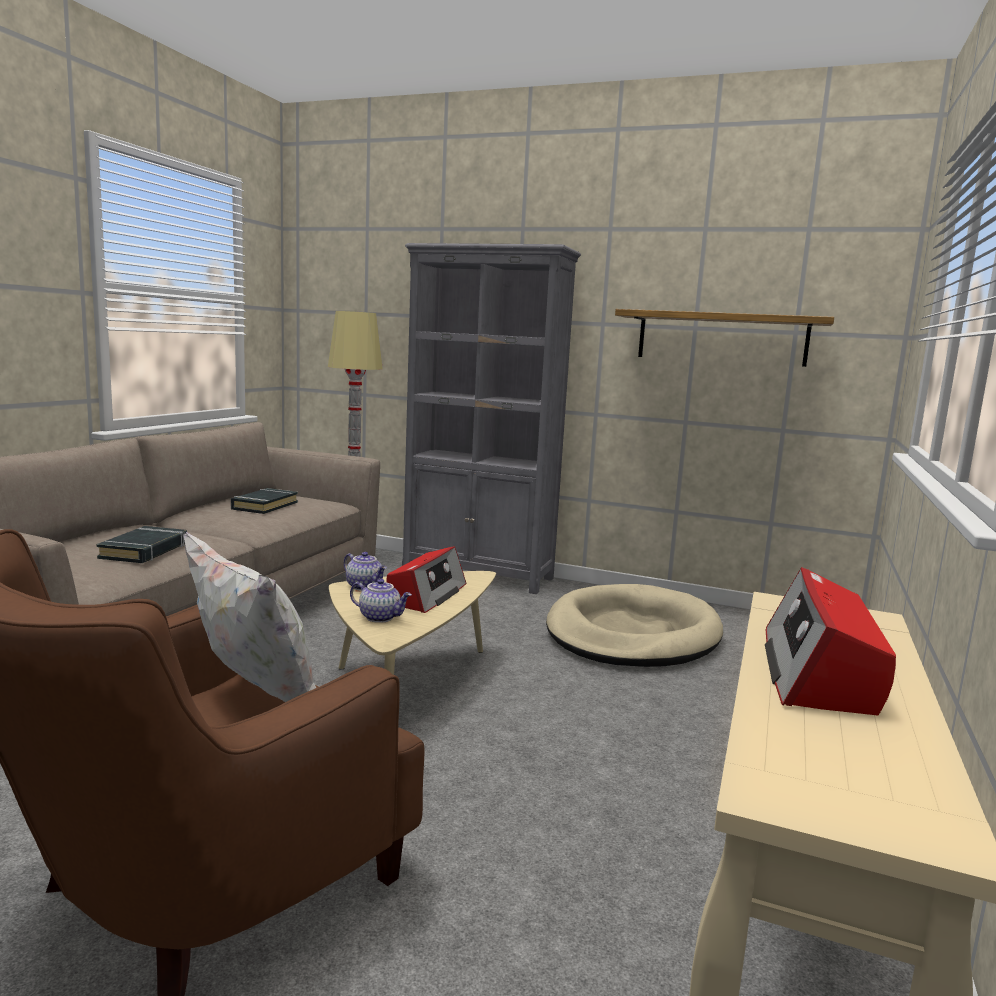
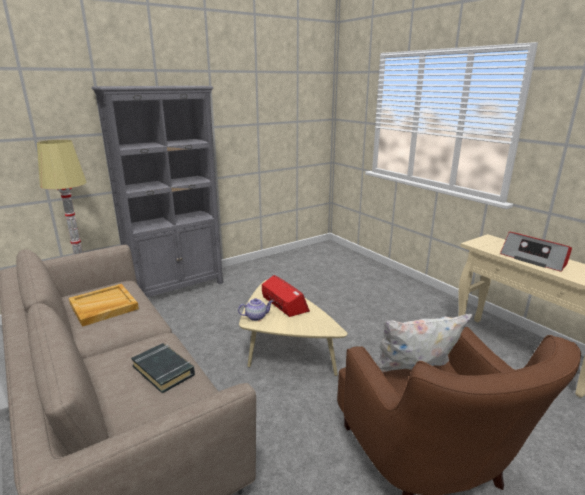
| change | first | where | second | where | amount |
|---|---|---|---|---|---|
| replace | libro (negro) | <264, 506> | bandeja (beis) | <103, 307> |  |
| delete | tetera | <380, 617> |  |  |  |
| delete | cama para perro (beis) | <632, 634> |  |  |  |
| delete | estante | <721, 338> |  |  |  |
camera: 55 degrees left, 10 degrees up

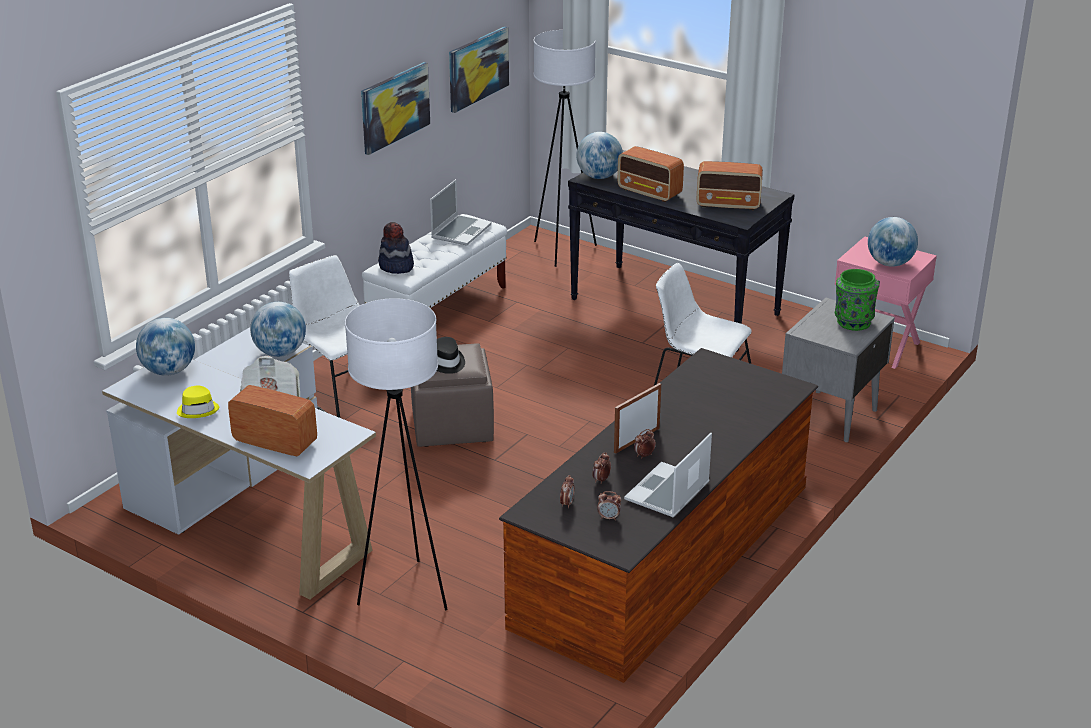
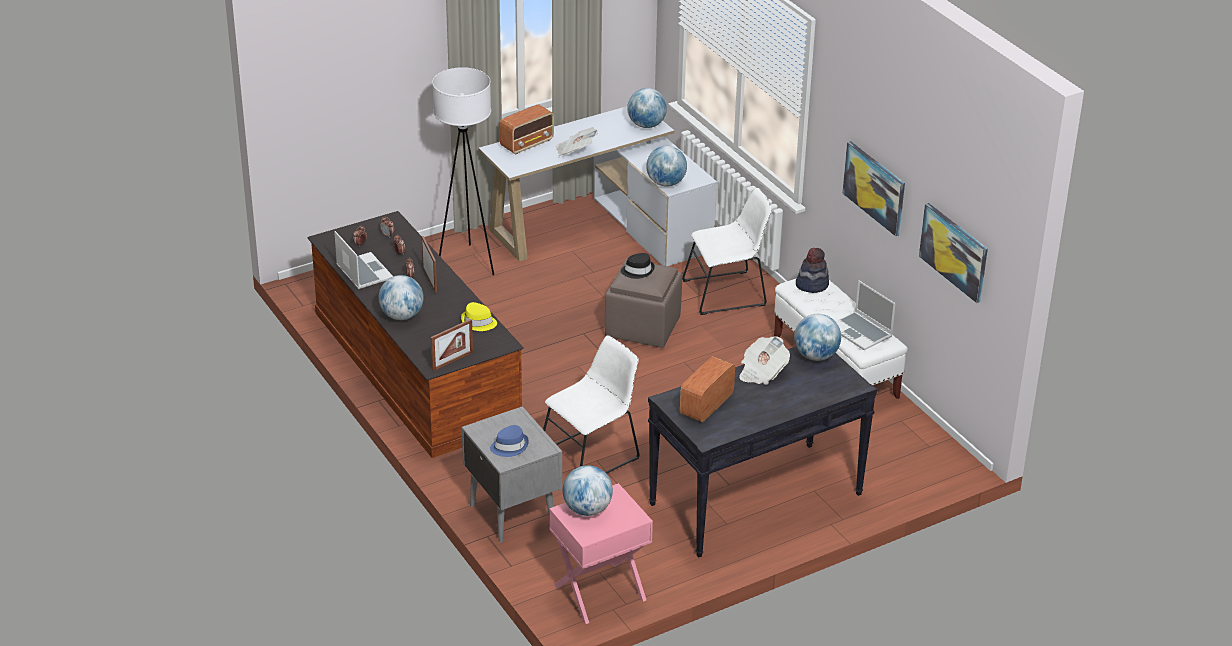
| change | first | where | second | where | amount |
|---|---|---|---|---|---|
| move | sombrero (amarillo) | <198, 410> |  | <478, 322> |  |
| delete | lámpara de pie (blanco) | <563, 251> |  |  |  |
| replace | radio | <650, 192> | periódico | <762, 372> |  |
| replace | florero (verde) | <852, 322> | sombrero (azul) | <509, 446> |  |
| insert |  |  | globo terráqueo | <402, 316> |  |
| insert |  |  | portarretratos | <452, 361> |  |
camera: 115 degrees right, 5 degrees up

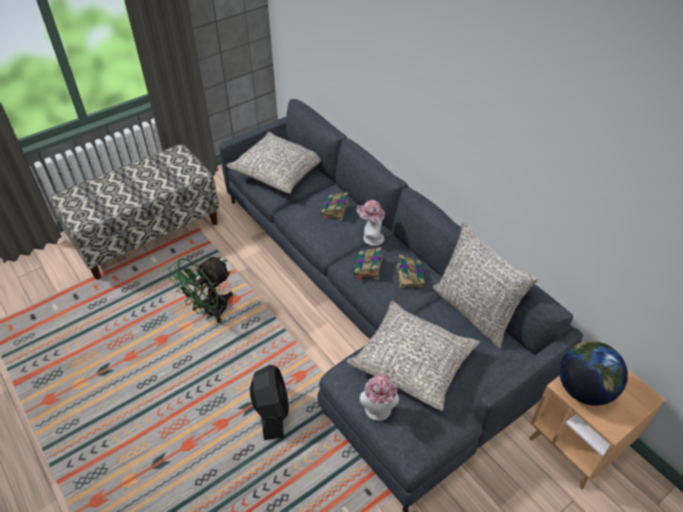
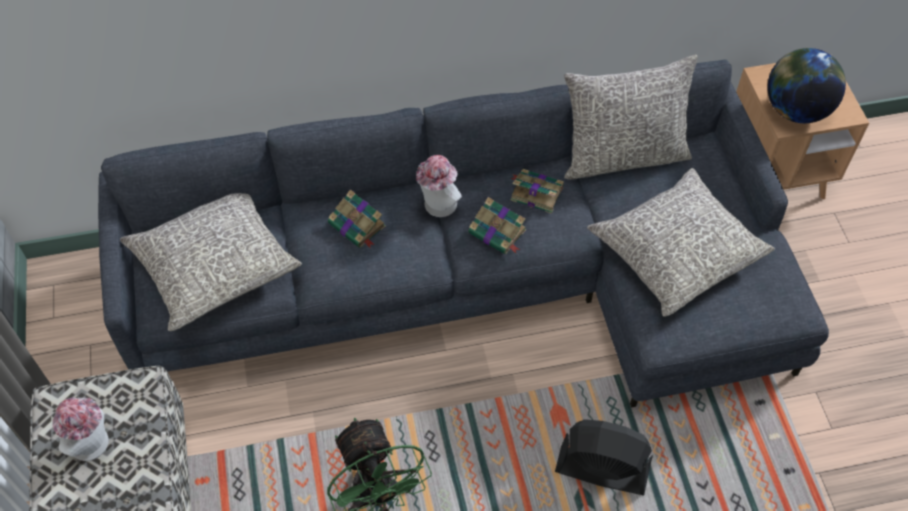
| change | first | where | second | where | amount |
|---|---|---|---|---|---|
| move | sombrero | <378, 412> |  | <94, 445> |  |
camera: 65 degrees left, 10 degrees up

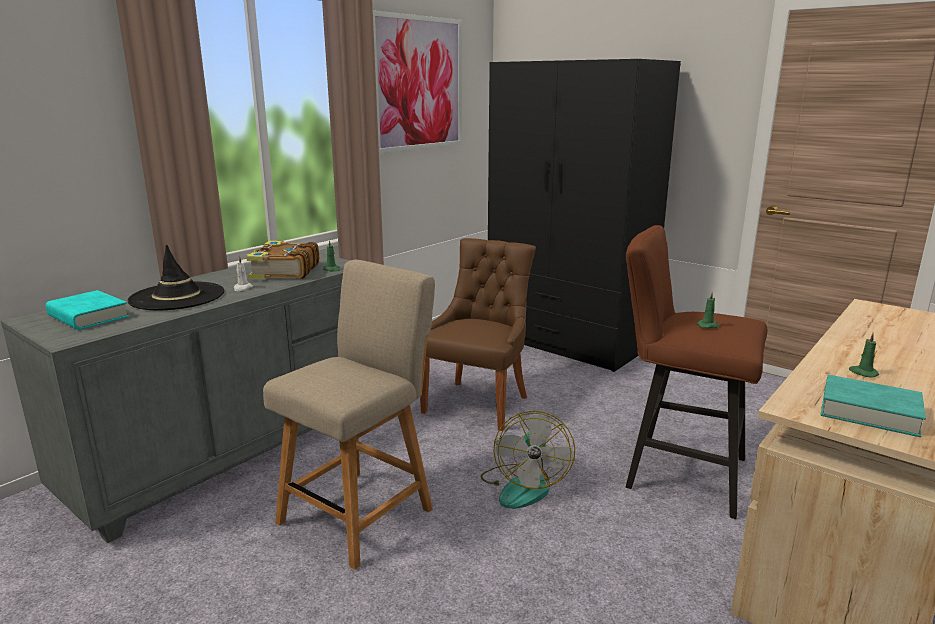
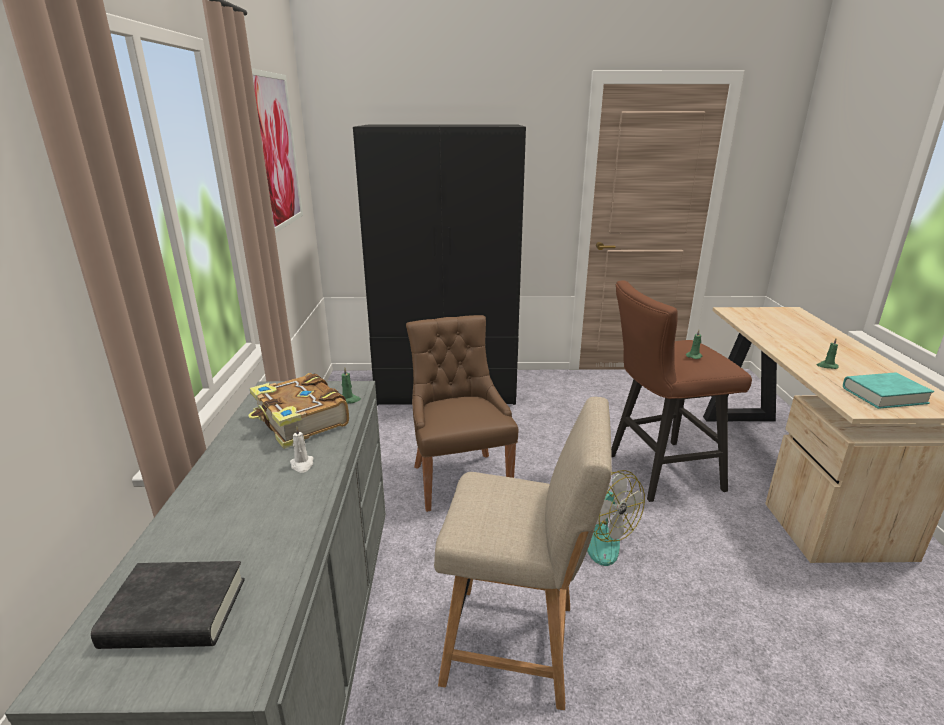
| change | first | where | second | where | amount |
|---|---|---|---|---|---|
| recolor | libro (turquesa) | <88, 316> | libro (negro) | <176, 613> |  |
| delete | sombrero (negro) | <177, 297> |  |  |  |
| rotate | silla (beis) | <361, 512> |  | <517, 644> | 105 degrees clockwise |
camera: 40 degrees left, 5 degrees up

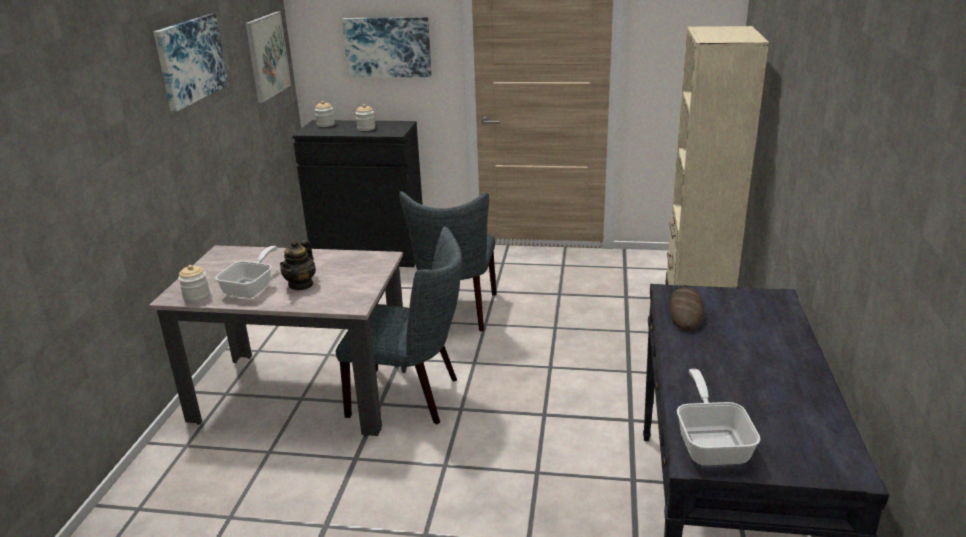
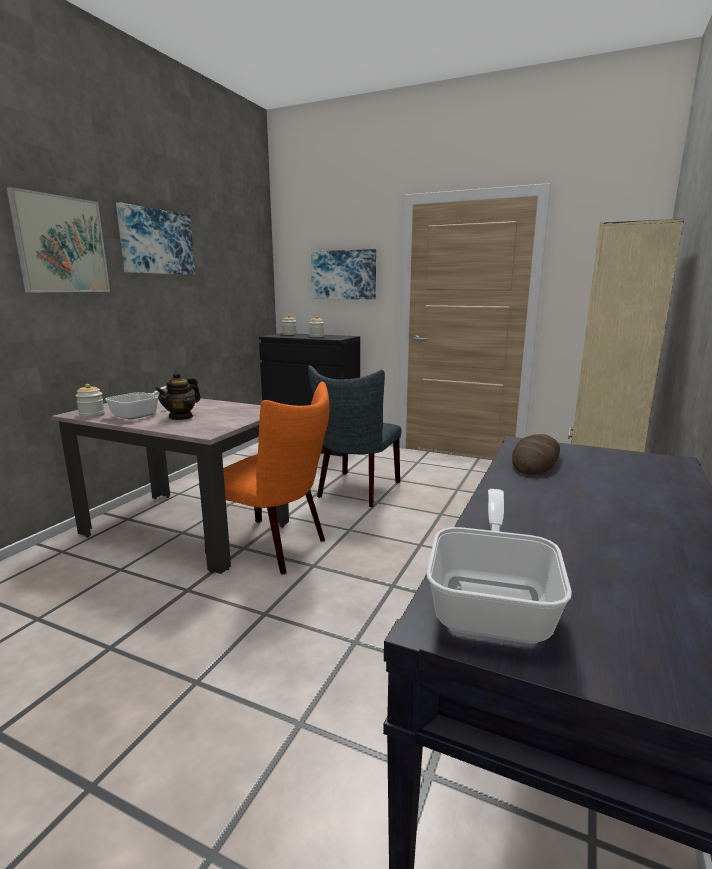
| change | first | where | second | where | amount |
|---|---|---|---|---|---|
| move | cuadro | <267, 56> |  | <61, 245> |  |
| recolor | silla (gris) | <411, 396> | silla (naranja) | <274, 547> |  |
camera: 15 degrees right, 10 degrees down

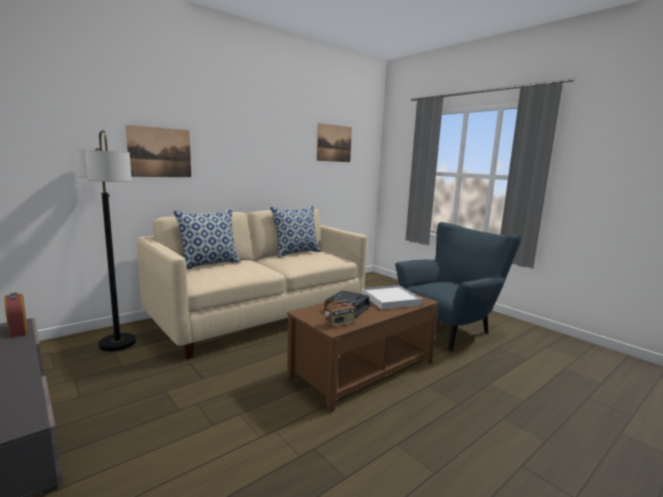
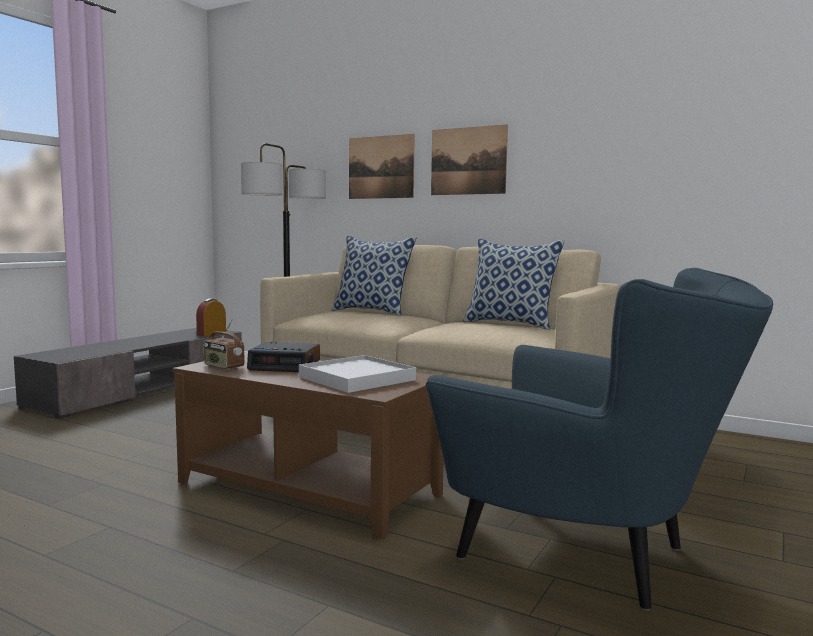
| change | first | where | second | where | amount |
|---|---|---|---|---|---|
| move | cuadro | <334, 143> |  | <468, 161> |  |
camera: 70 degrees right, 5 degrees down

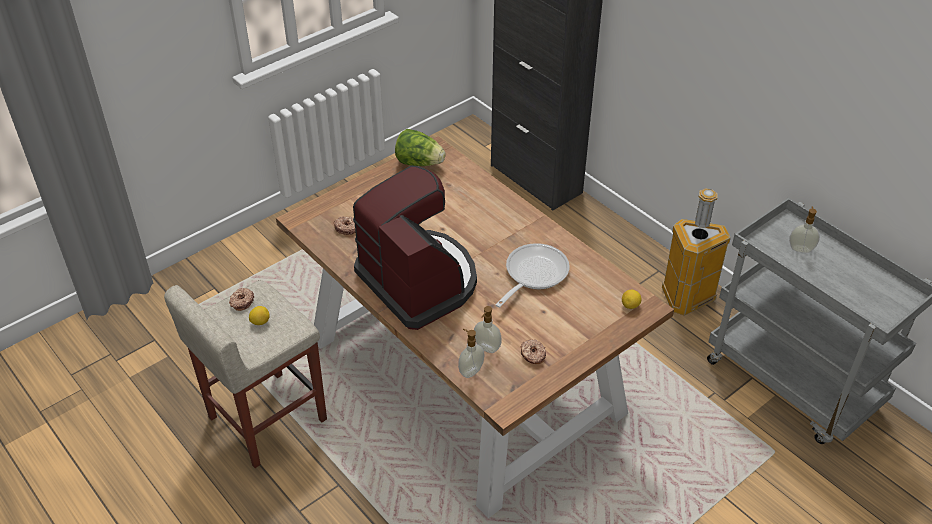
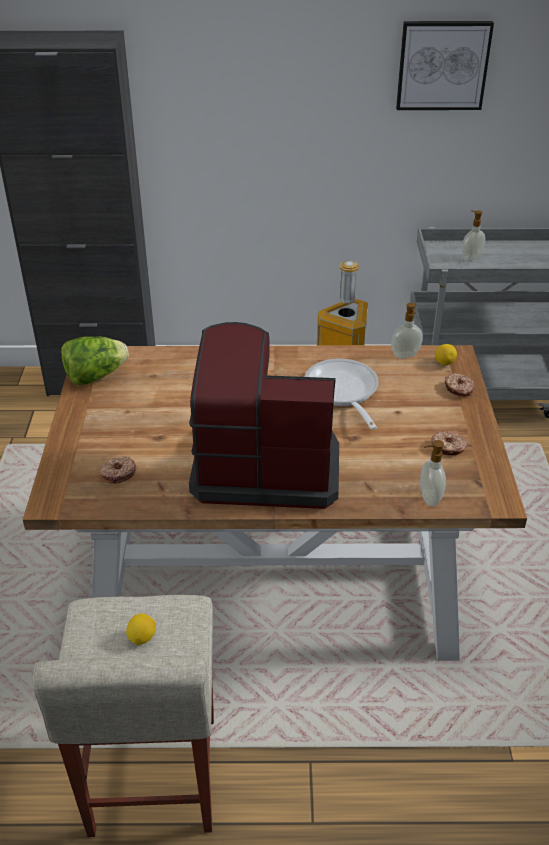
| change | first | where | second | where | amount |
|---|---|---|---|---|---|
| move | rosquilla | <241, 302> |  | <458, 389> |  |
| move | dispensador de jabón | <486, 348> |  | <405, 356> |  |
| insert |  |  | cuadro | <442, 65> |  |
camera: 50 degrees left, 5 degrees down

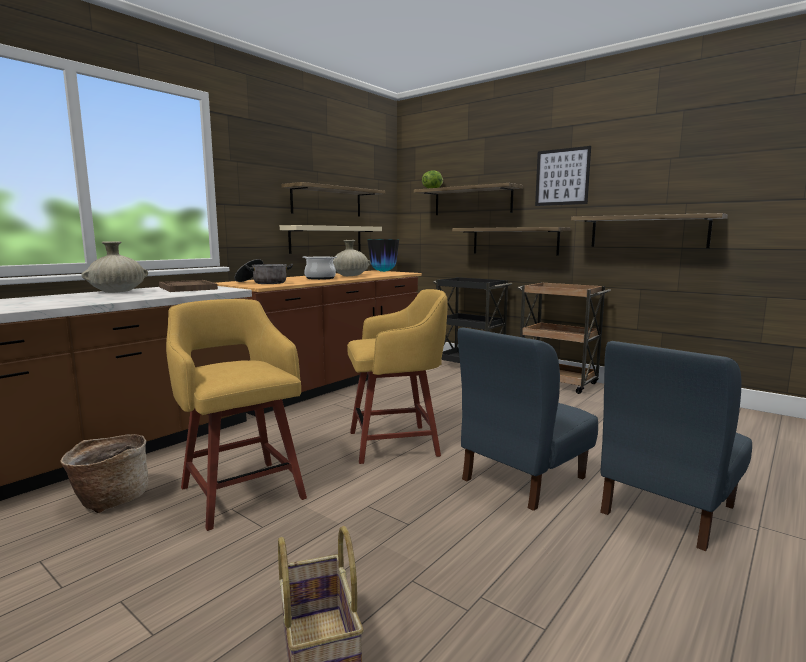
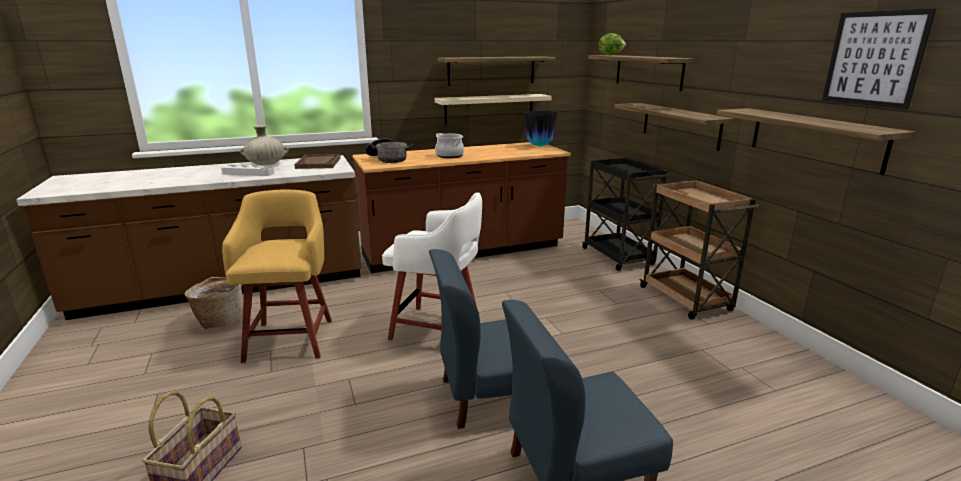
| change | first | where | second | where | amount |
|---|---|---|---|---|---|
| delete | florero (beis) | <350, 276> |  |  |  |
| recolor | taburete (amarillo) | <397, 443> | taburete (blanco) | <438, 329> |  |
| move | cuadro | <562, 177> |  | <874, 59> |  |
| insert |  |  | bandeja (gris) | <248, 173> |  |
camera: 30 degrees right, 10 degrees up

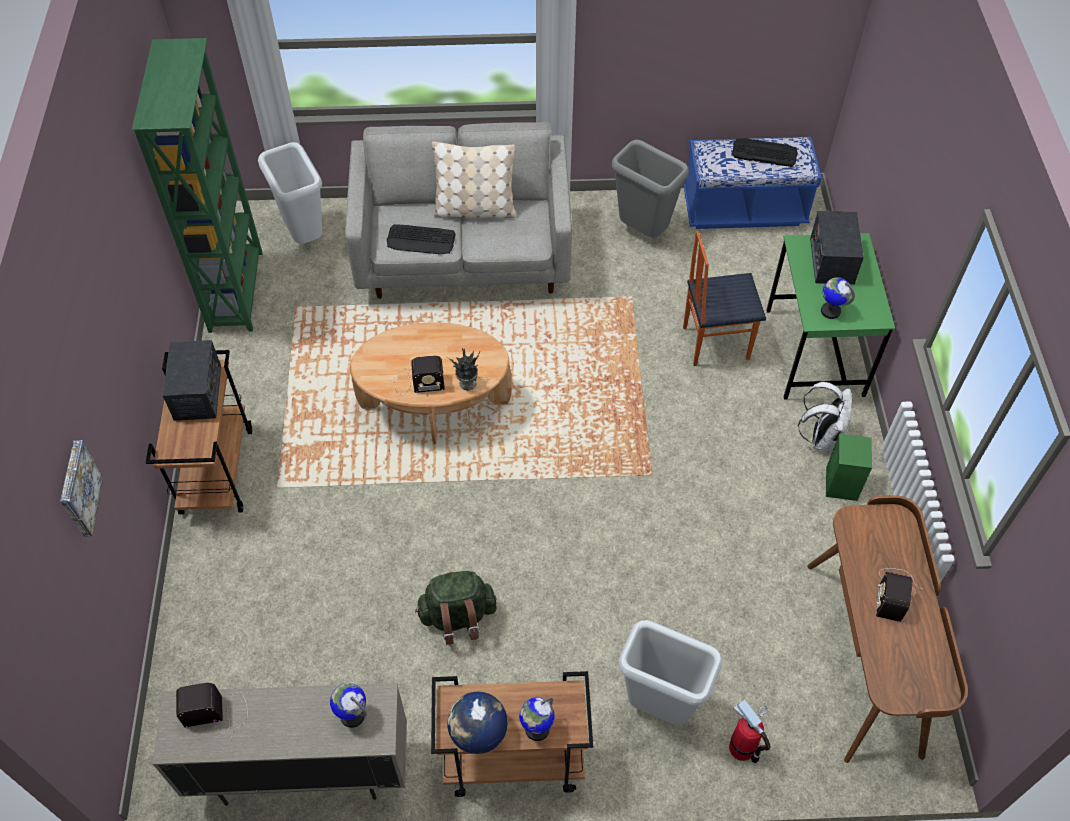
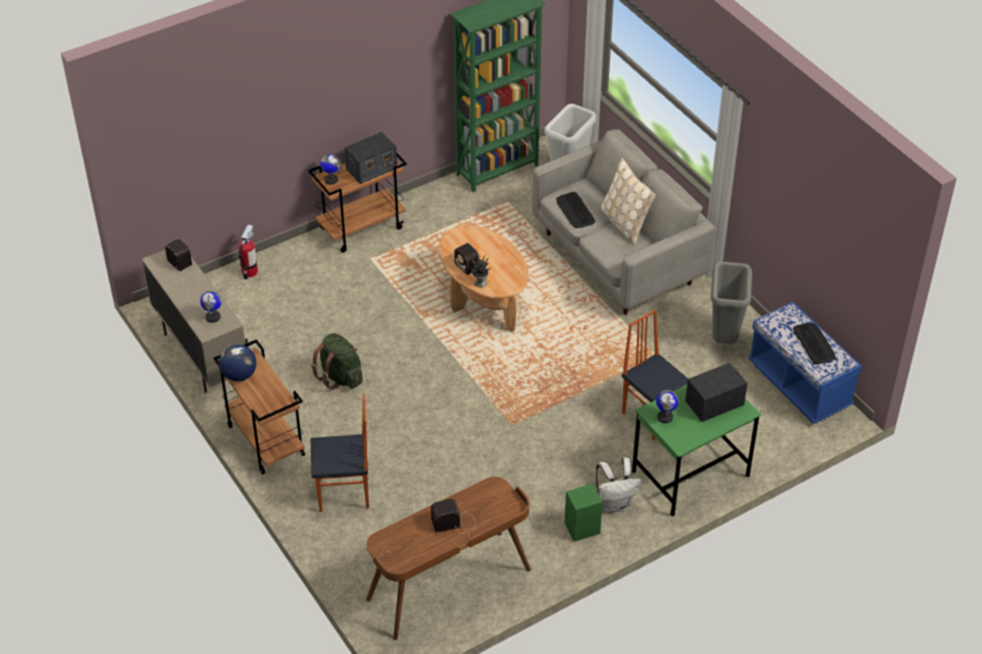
| change | first | where | second | where | amount |
|---|---|---|---|---|---|
| delete | cuadro | <78, 488> |  |  |  |
| move | globo terráqueo | <536, 729> |  | <331, 179> |  |
| replace | papelera (gris) | <660, 706> | silla | <344, 494> |  |
| move | extintor | <742, 748> |  | <249, 272> |  |
camera: 60 degrees right, 10 degrees down

